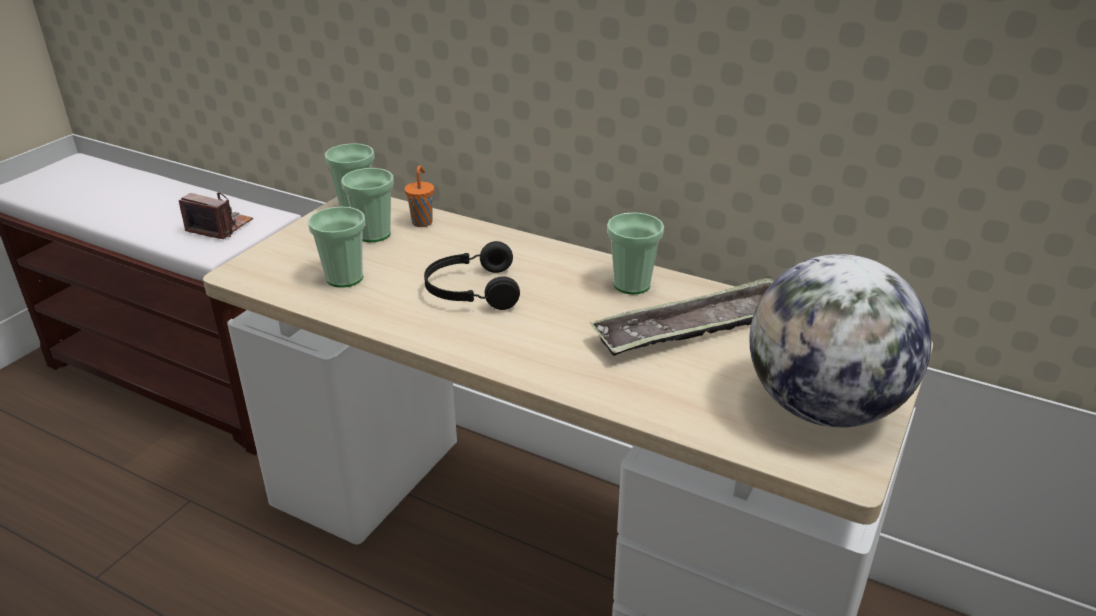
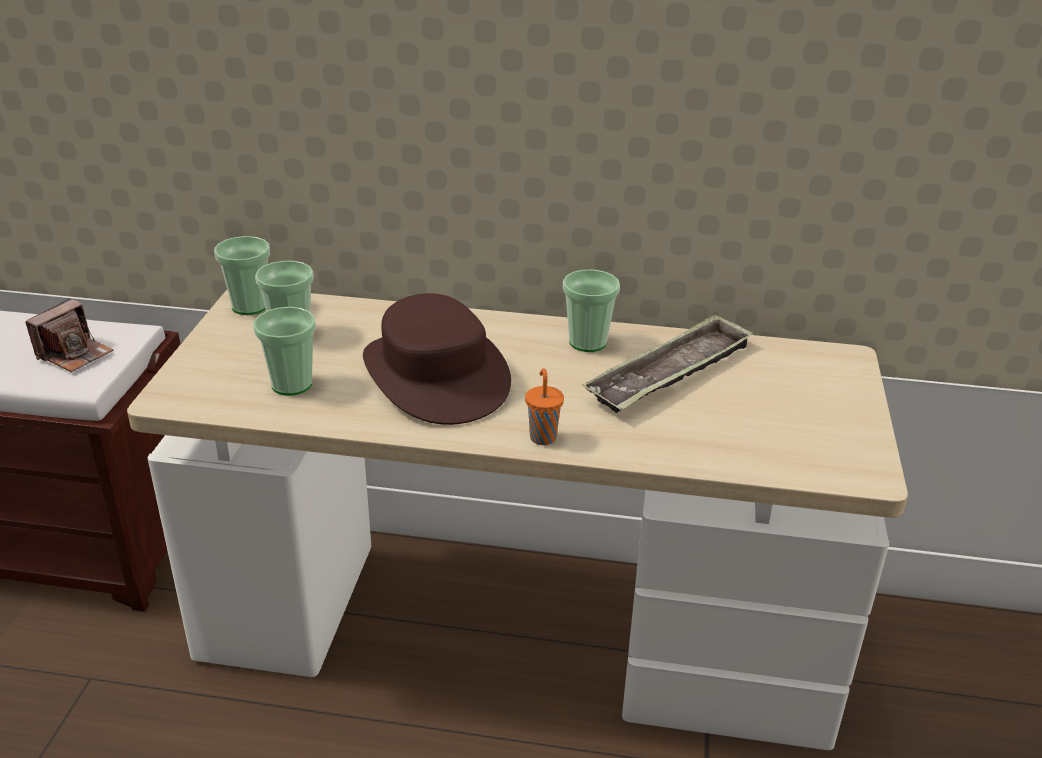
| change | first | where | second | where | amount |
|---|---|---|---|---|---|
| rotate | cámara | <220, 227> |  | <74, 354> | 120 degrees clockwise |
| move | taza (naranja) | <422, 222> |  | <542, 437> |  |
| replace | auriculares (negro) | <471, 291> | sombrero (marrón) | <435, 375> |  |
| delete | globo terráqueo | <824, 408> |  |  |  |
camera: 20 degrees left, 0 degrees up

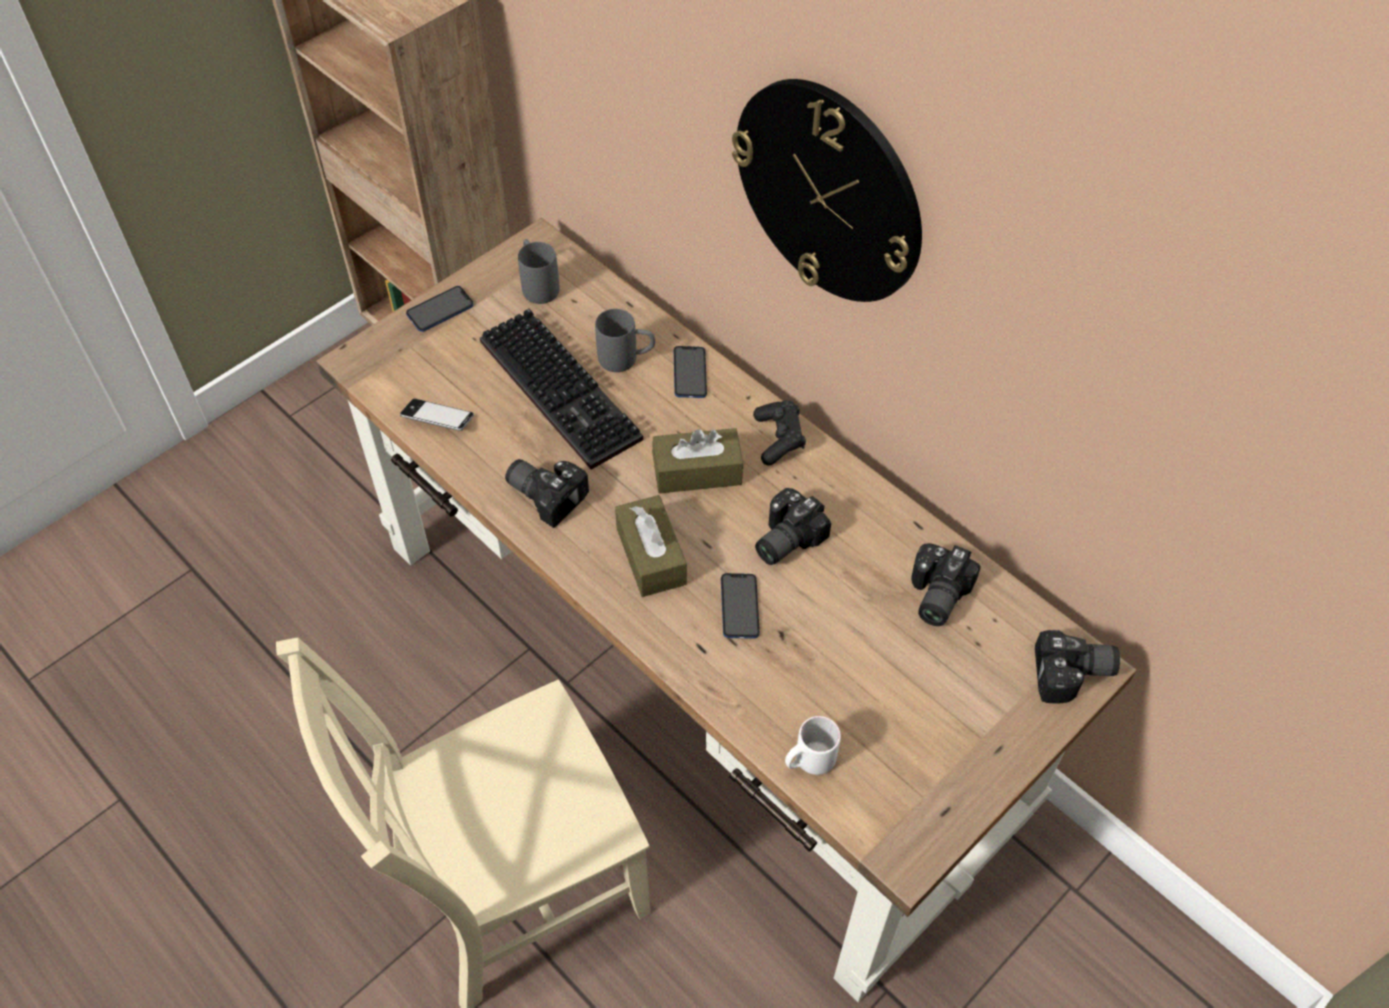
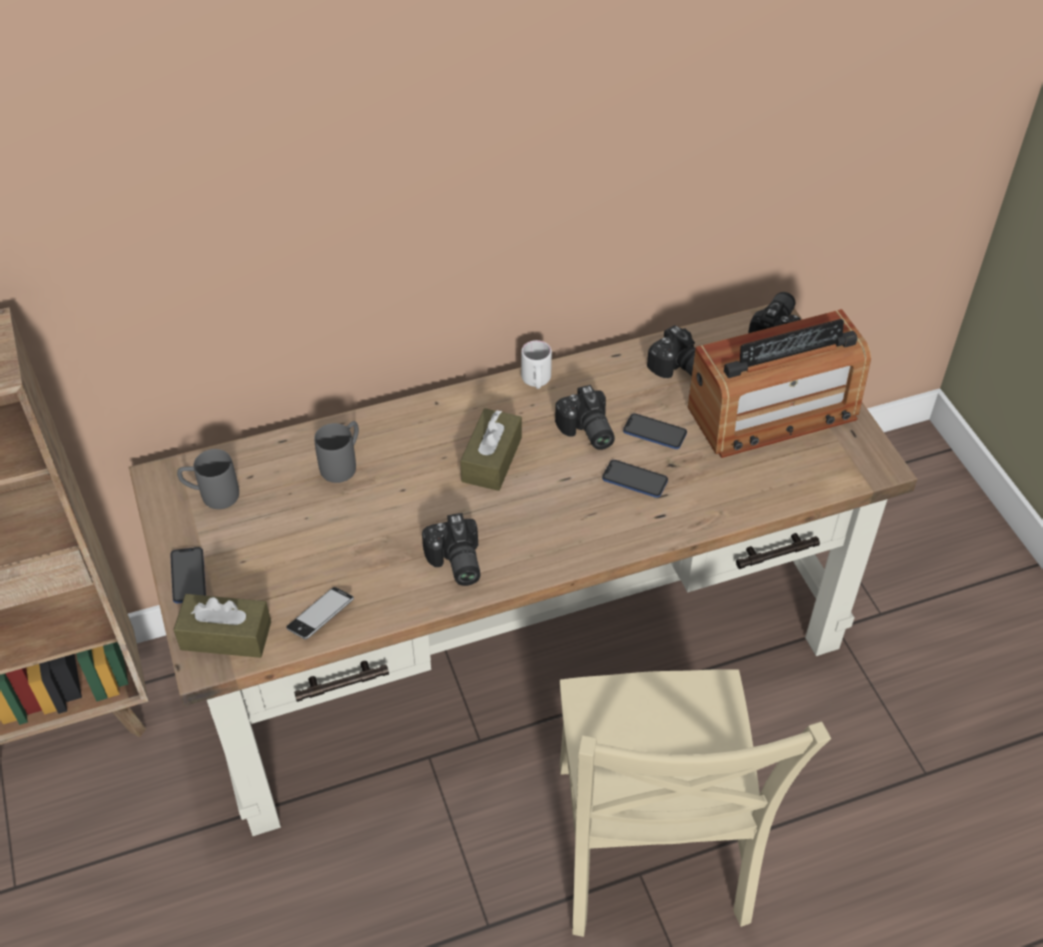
| change | first | where | second | where | amount |
|---|---|---|---|---|---|
| delete | teclado | <565, 390> |  |  |  |
| rotate | cámara | <547, 493> |  | <454, 563> | 75 degrees counterclockwise |
| move | caja de pañuelos (marrón) | <651, 556> |  | <226, 635> |  |
| move | móvil | <690, 373> |  | <654, 432> |  |
| delete | reloj de pared | <829, 191> |  |  |  |
| delete | mando de consola (negro) | <779, 439> |  |  |  |
| move | taza grande (blanco) | <809, 761> |  | <536, 382> |  |
| insert |  |  | radio | <772, 412> |  |
camera: 65 degrees left, 5 degrees down

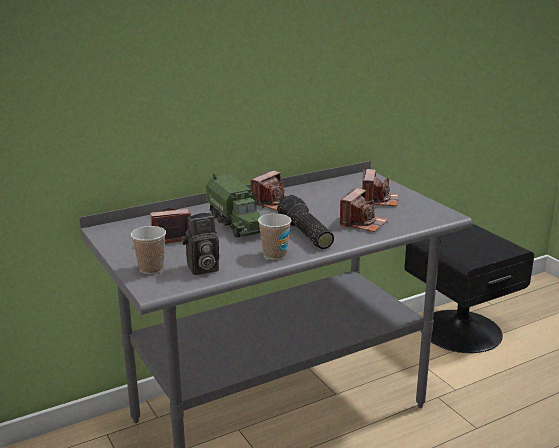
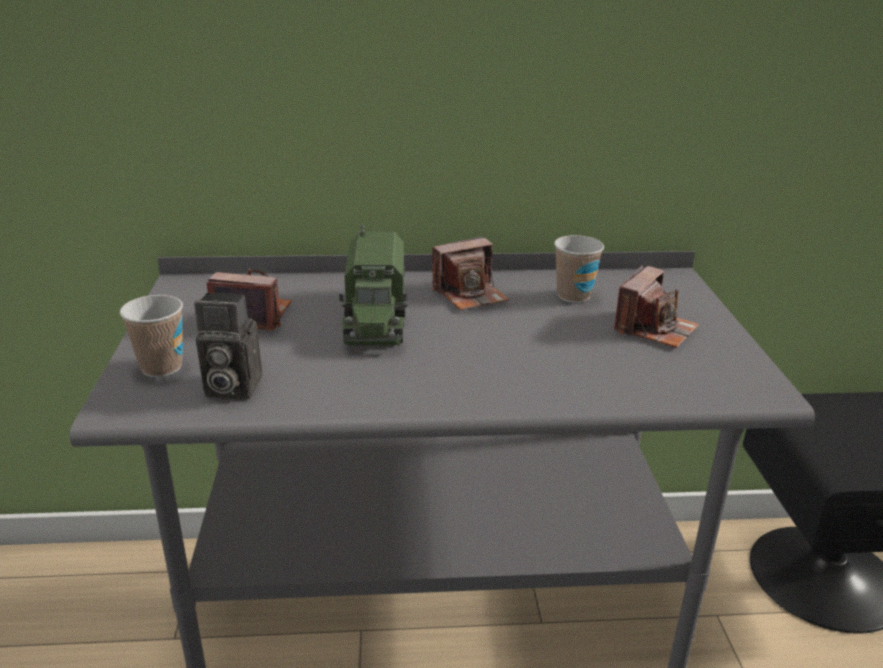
| change | first | where | second | where | amount |
|---|---|---|---|---|---|
| move | taza | <274, 255> |  | <573, 296> |  |
| delete | linterna | <304, 234> |  |  |  |
| delete | cámara | <362, 223> |  |  |  |
camera: 25 degrees right, 5 degrees up

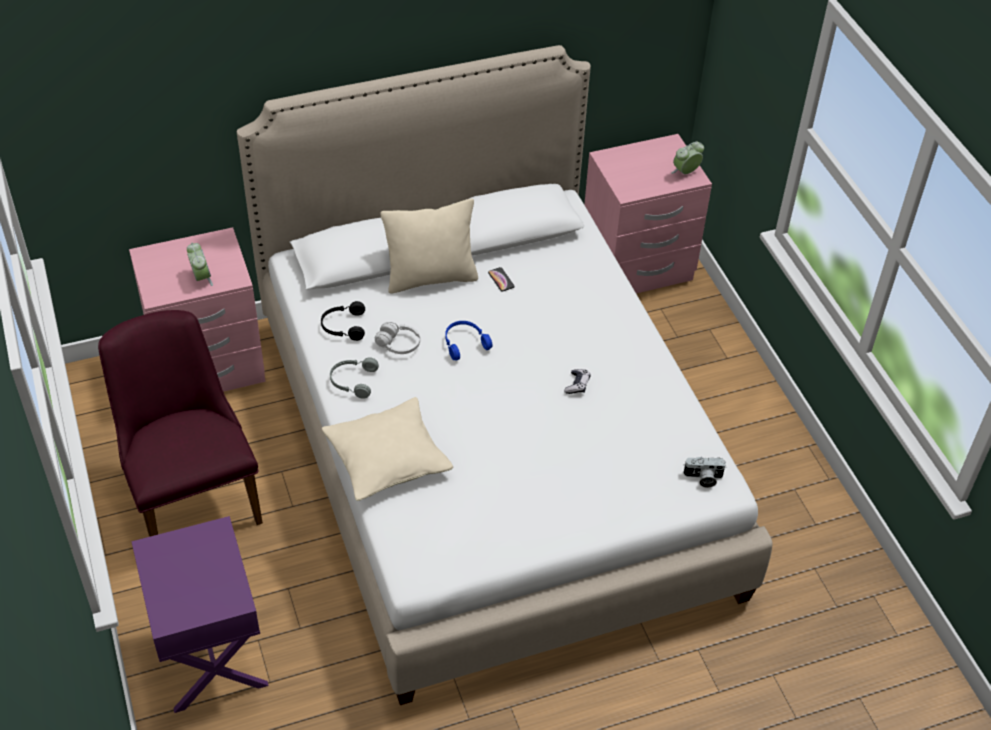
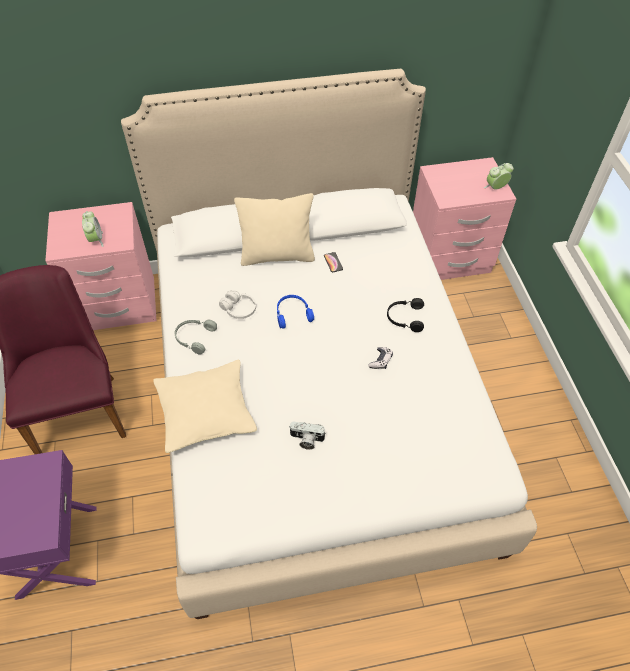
| change | first | where | second | where | amount |
|---|---|---|---|---|---|
| move | auriculares (negro) | <343, 326> |  | <404, 318> |  |
| move | cámara | <703, 478> |  | <306, 440> |  |
camera: 10 degrees right, 5 degrees up

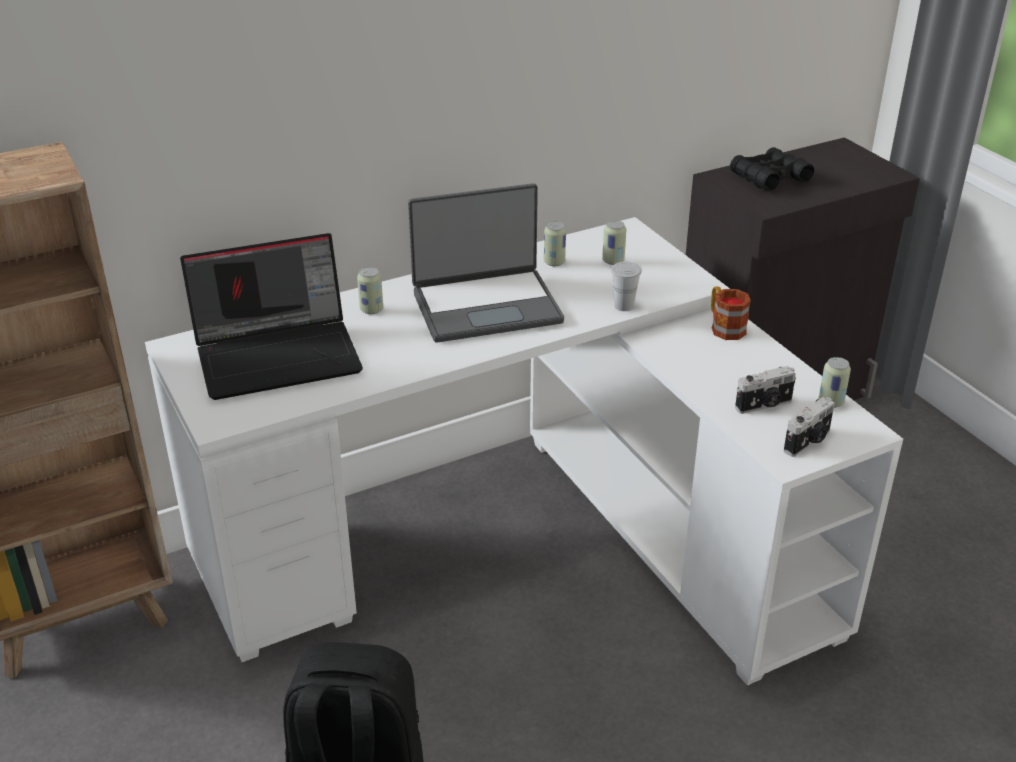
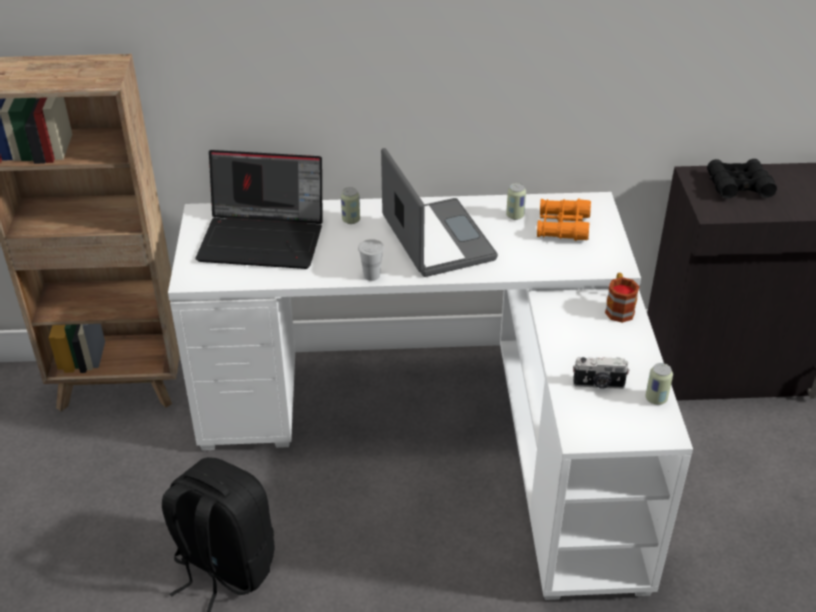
| change | first | where | second | where | amount |
|---|---|---|---|---|---|
| rotate | portátil | <486, 306> |  | <436, 239> | 120 degrees counterclockwise |
| replace | lata | <613, 261> | prismáticos (naranja) | <562, 227> |  |
| move | taza (blanco) | <623, 306> |  | <371, 275> |  |
| delete | cámara | <808, 442> |  |  |  |
camera: 25 degrees right, 5 degrees up

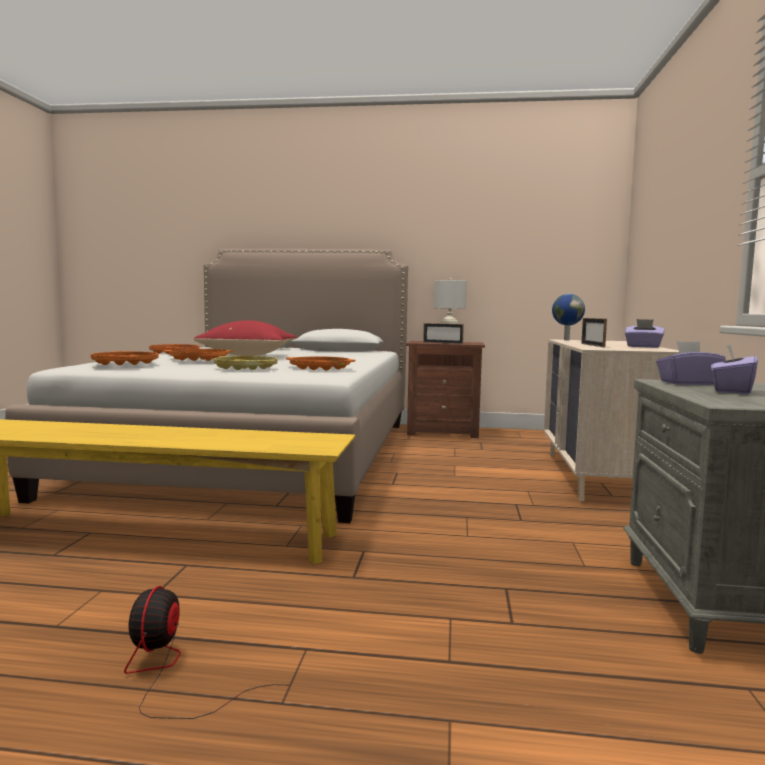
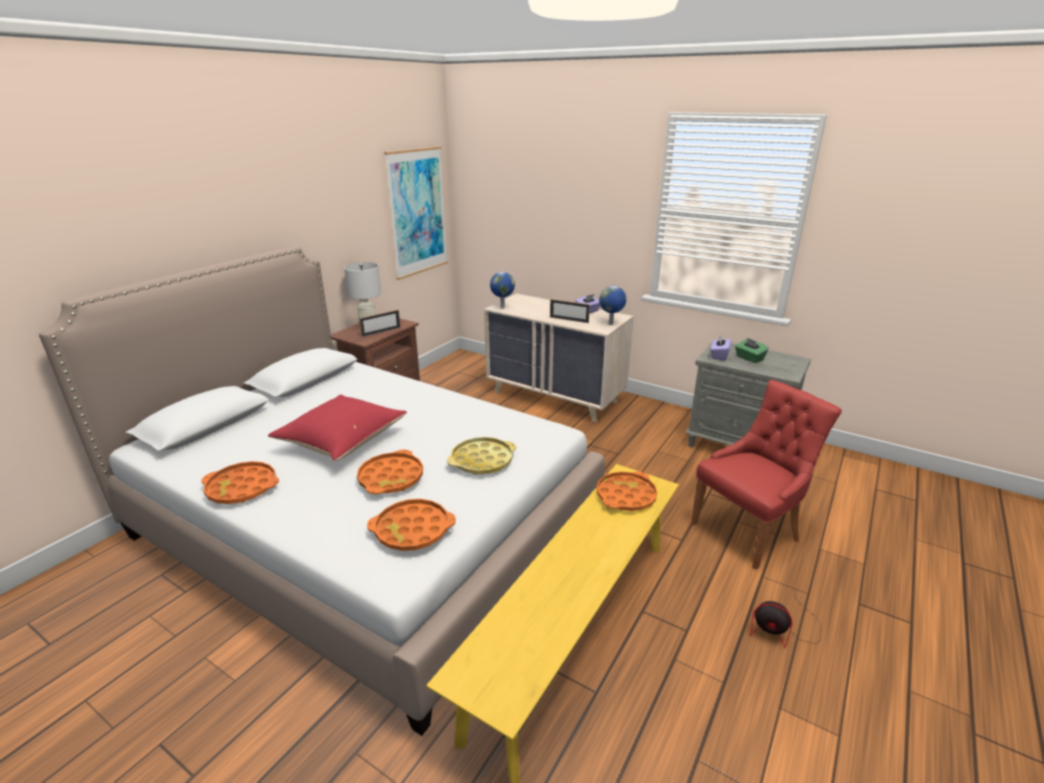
| change | first | where | second | where | amount |
|---|---|---|---|---|---|
| move | bandeja (naranja) | <320, 368> |  | <625, 496> |  |
| recolor | caja de pañuelos (morado) | <731, 391> | caja de pañuelos (verde) | <749, 358> |  |
| insert |  |  | cuadro | <417, 212> |  |
| insert |  |  | globo terráqueo | <611, 324> |  |
| insert |  |  | silla (rojo) | <748, 531> |  |
camera: 65 degrees left, 20 degrees up

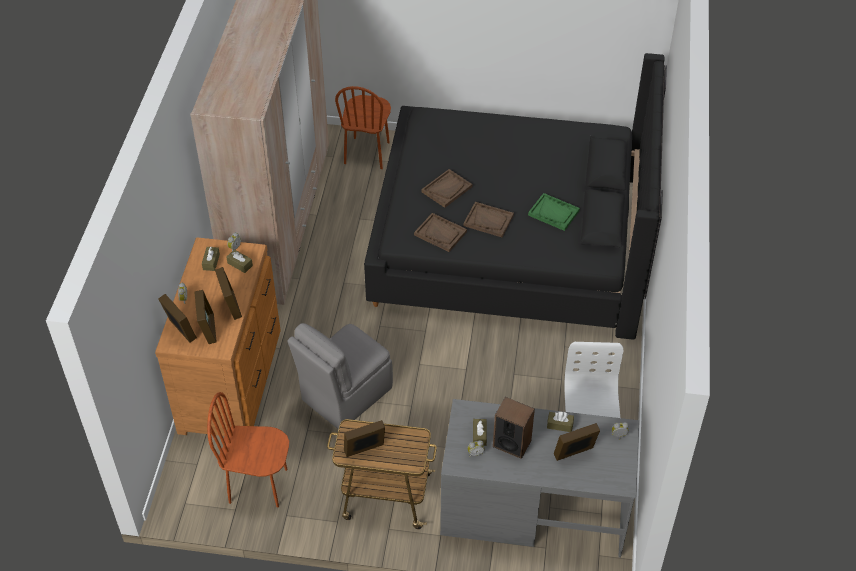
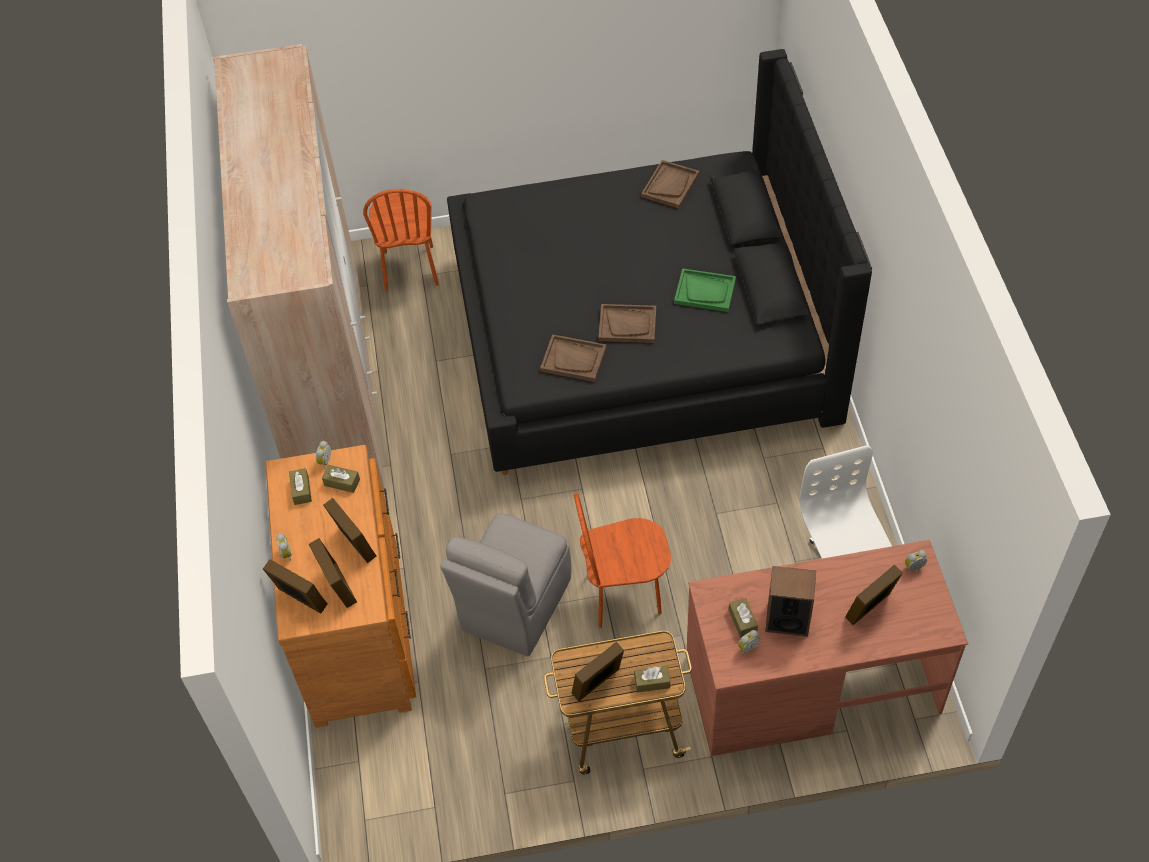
| change | first | where | second | where | amount |
|---|---|---|---|---|---|
| move | silla (marrón) | <258, 485> |  | <624, 595> |  |
| move | bandeja (marrón) | <447, 189> |  | <670, 185> |  |
| recolor | escritorio (gris) | <533, 508> | escritorio (marrón) | <811, 683> |  |
| move | caja de pañuelos (marrón) | <560, 425> |  | <652, 682> |  |
camera: 15 degrees left, 5 degrees up

